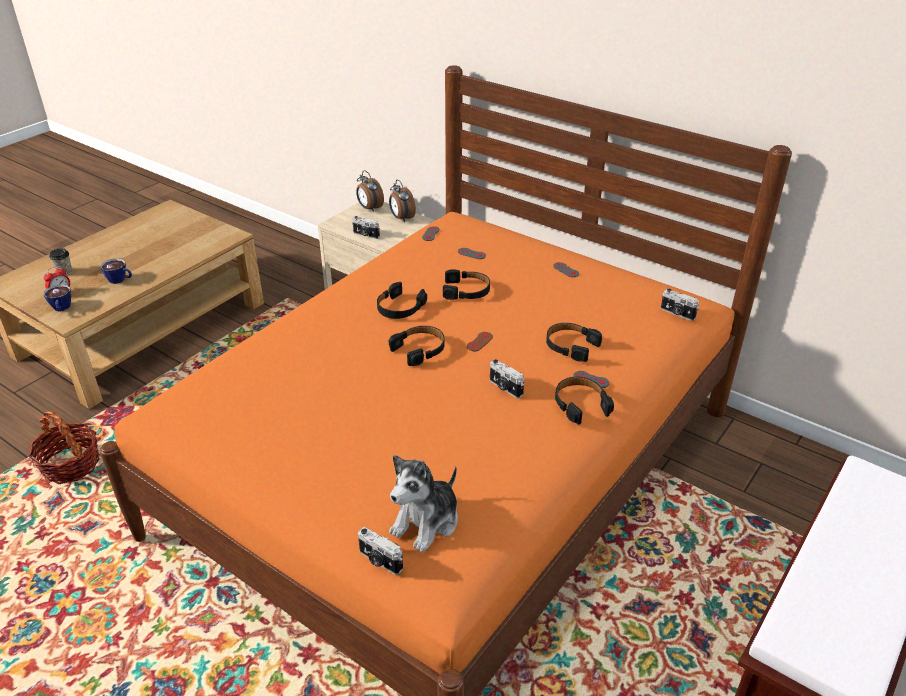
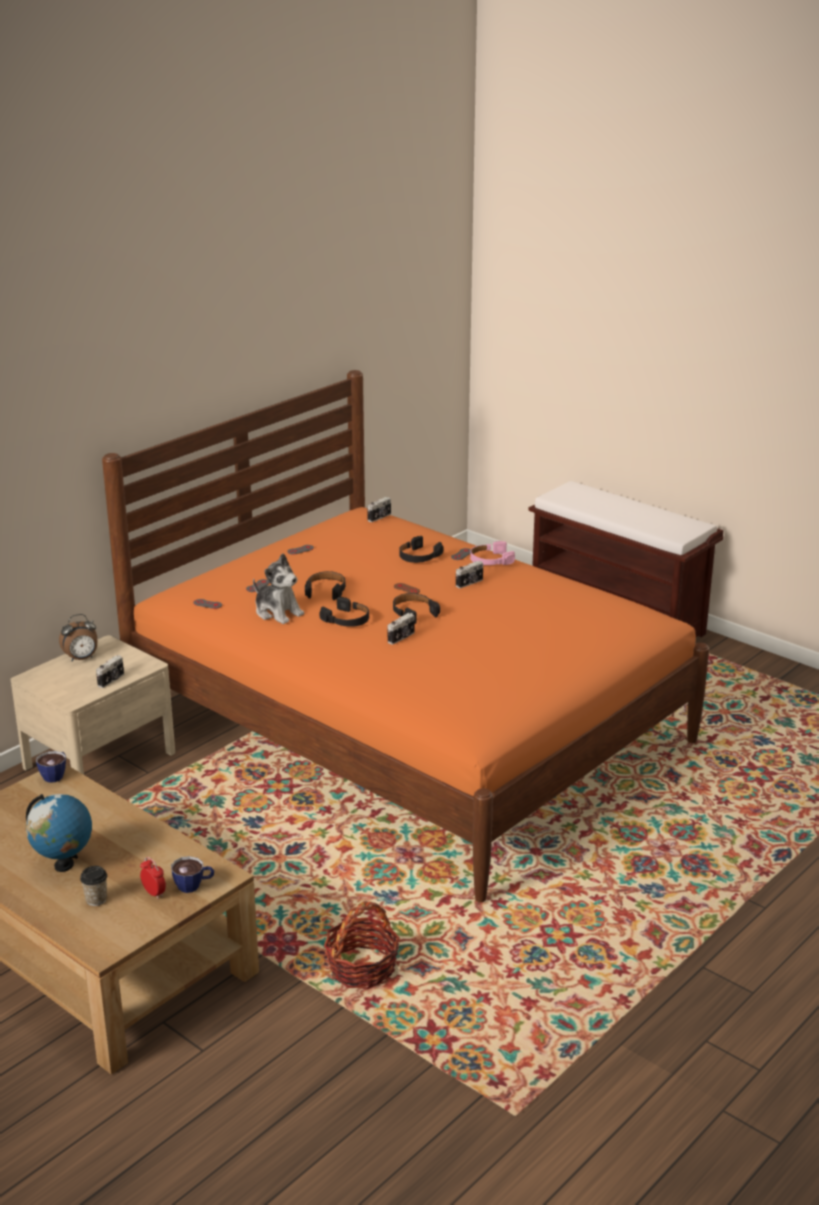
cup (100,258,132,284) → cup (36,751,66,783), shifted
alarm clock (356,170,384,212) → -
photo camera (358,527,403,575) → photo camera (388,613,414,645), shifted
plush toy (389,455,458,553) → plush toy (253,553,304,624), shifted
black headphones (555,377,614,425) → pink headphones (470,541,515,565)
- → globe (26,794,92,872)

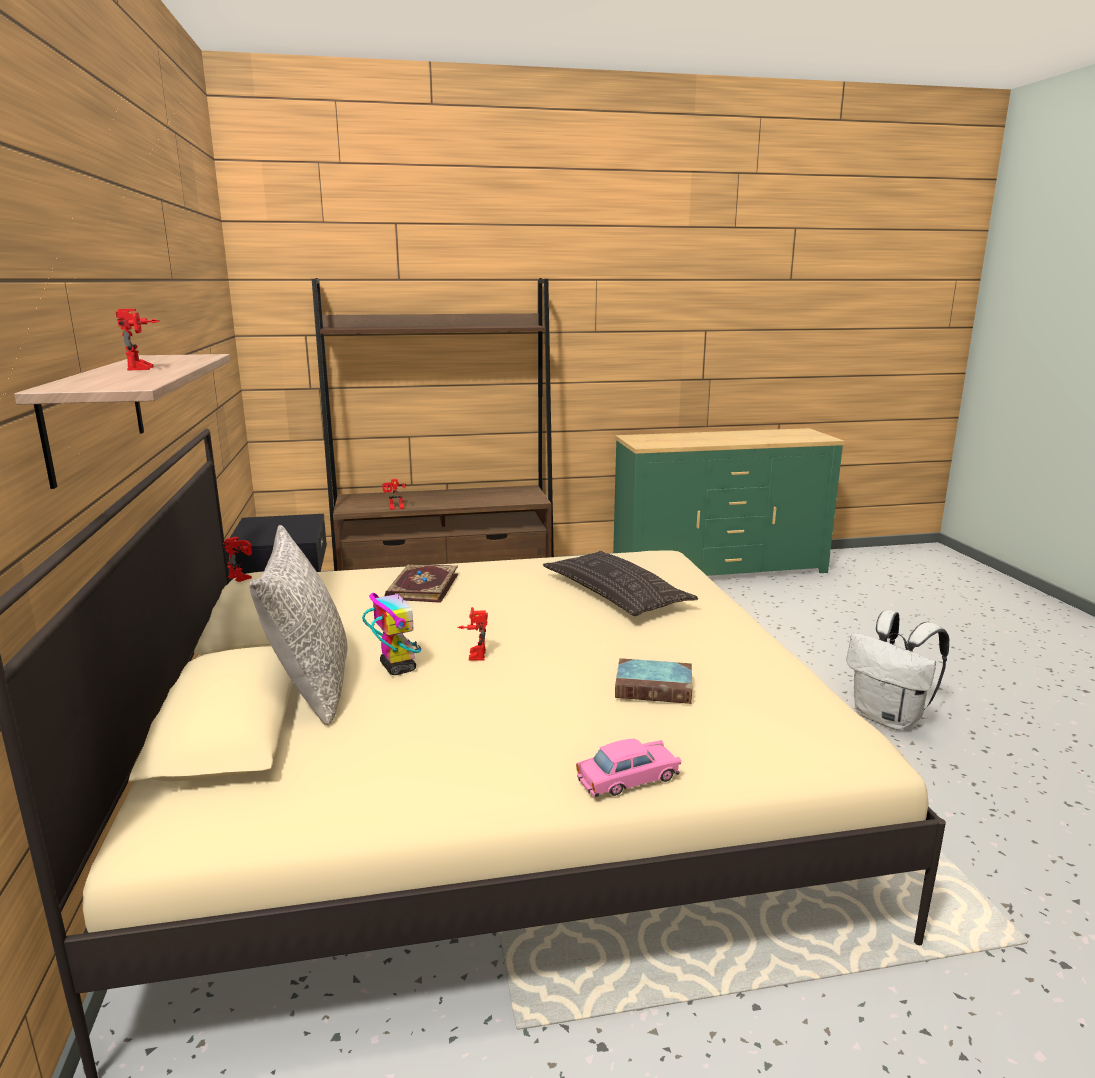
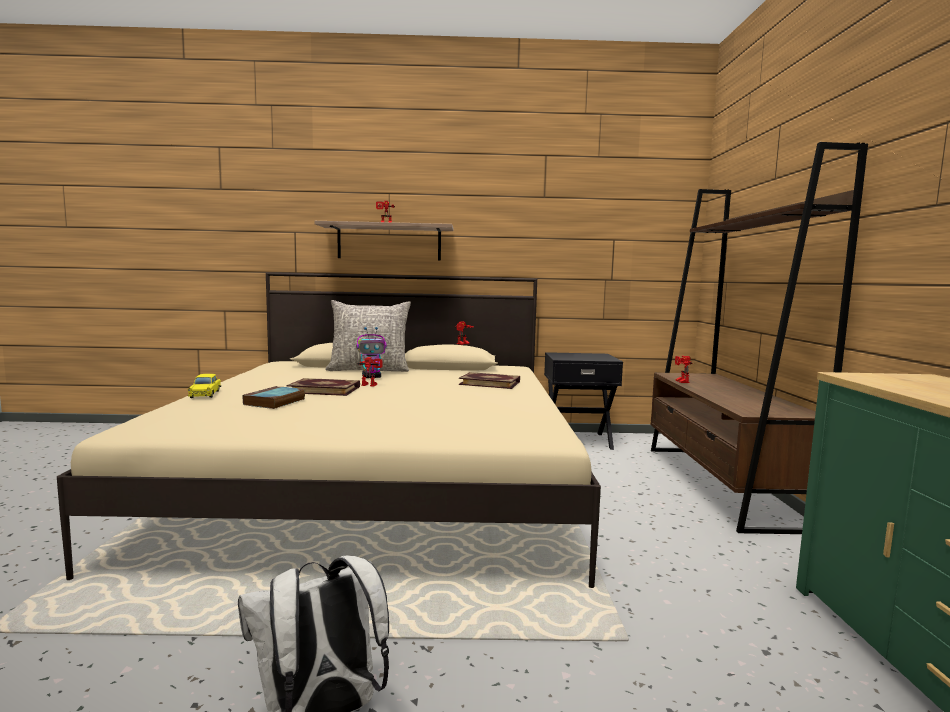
pillow (543,551,698,616) → -
pink toy car (576,739,681,797) → yellow toy car (188,374,221,398)
- → book (286,378,360,396)

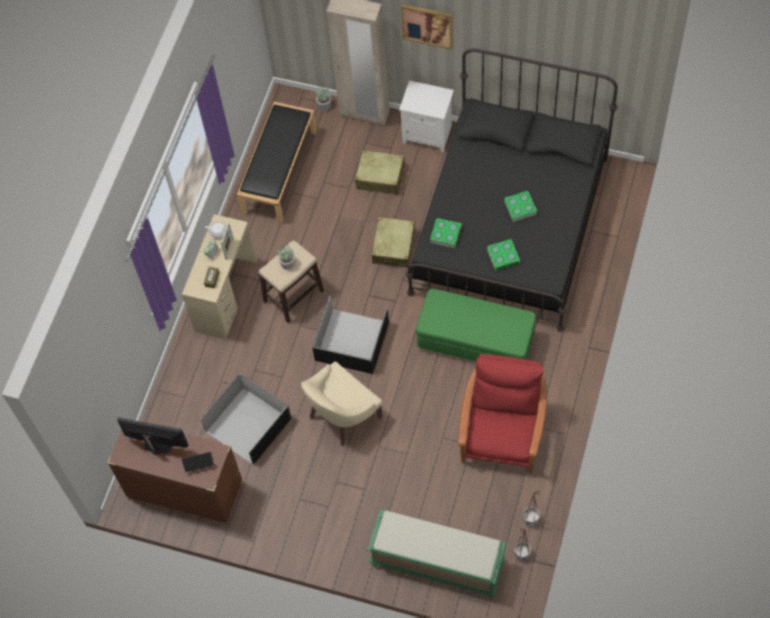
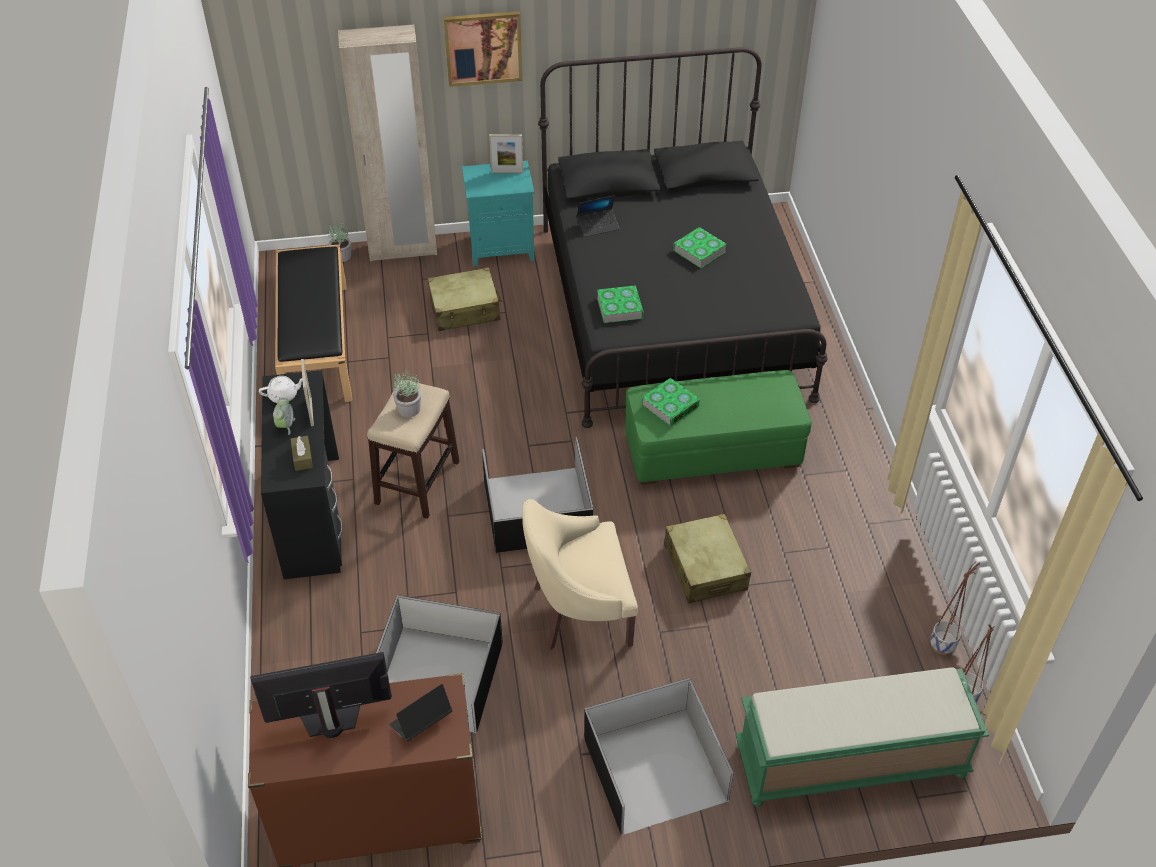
beige desk (182,214,257,339) → black desk (261,370,343,579)
beige armchair (301,361,383,446) → beige armchair (522,499,638,650), 60 degrees clockwise
beige suitcase (372,217,415,268) → beige suitcase (664,514,751,604), shifted
white nightstand (399,81,454,152) → turquoise nightstand (462,161,535,266)
red armchair (458,354,547,474) → -
book (487,239,520,271) → book (642,378,700,426), shifted
- → picture frame (489,134,523,173)
- → laptop (577,195,619,237)
- → black storage box (584,678,734,835)

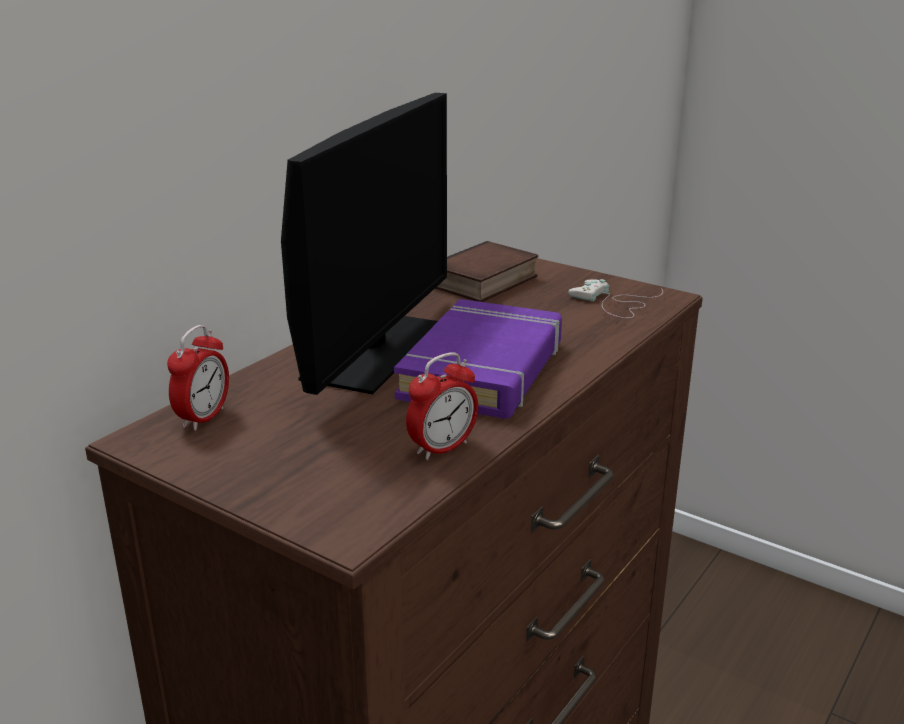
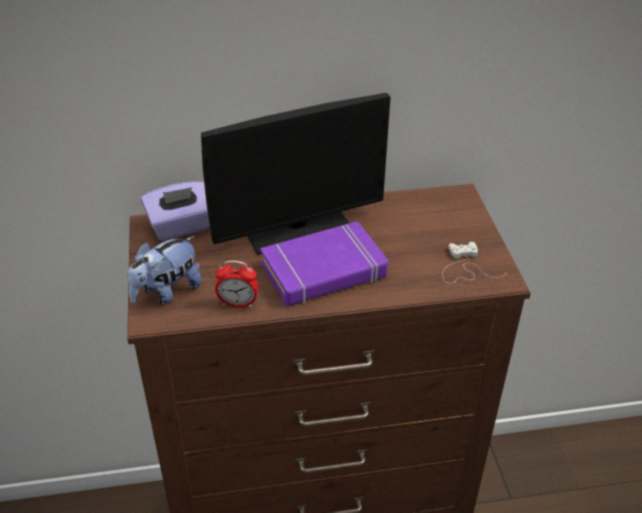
alarm clock (167,325,229,431) → purple tissue box (141,181,210,240)
book (435,241,538,302) → -
- → plush toy (128,236,202,305)

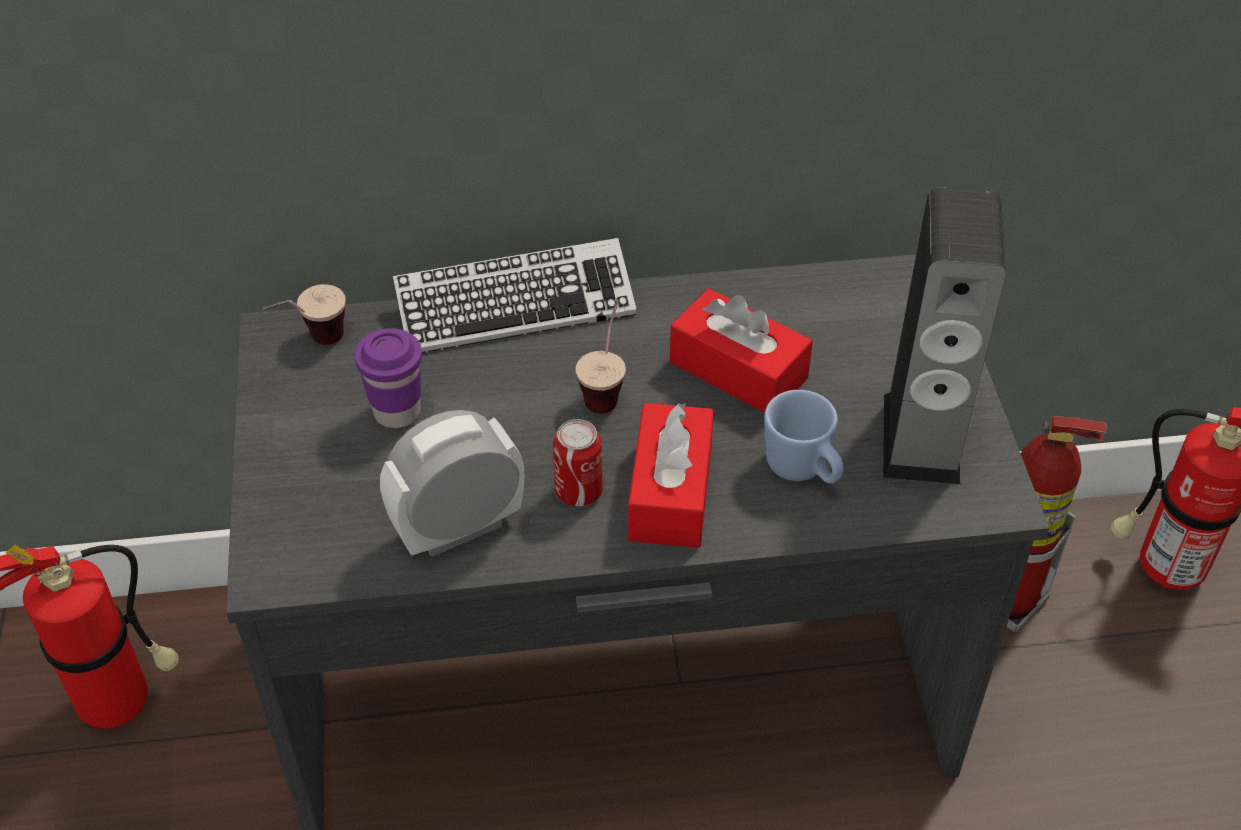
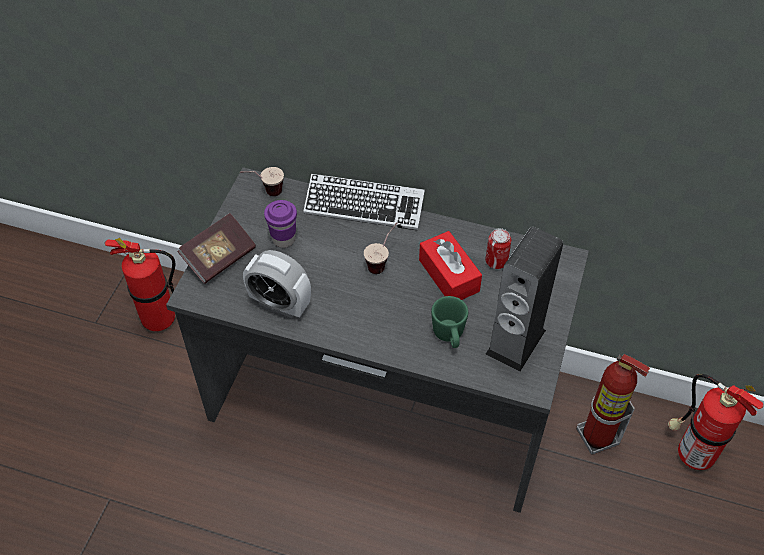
alarm clock (380,410,524,557) → alarm clock (243,250,311,318), 150 degrees counterclockwise
can (553,419,603,507) → can (485,228,511,269), shifted
red tissue box (628,402,714,548) → -
blue mug (764,390,843,484) → green mug (431,296,468,348)
- → book (177,213,256,284)

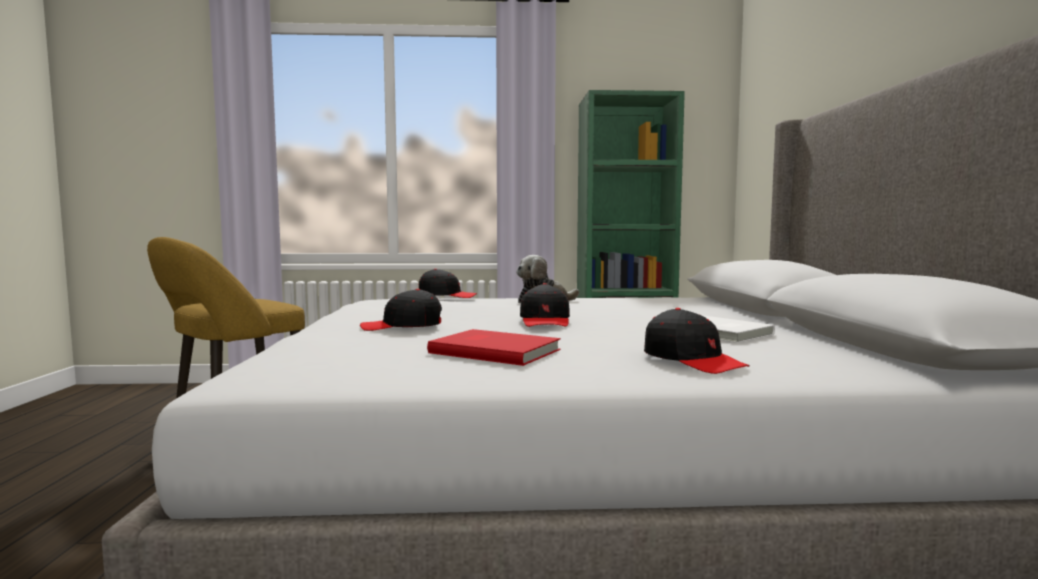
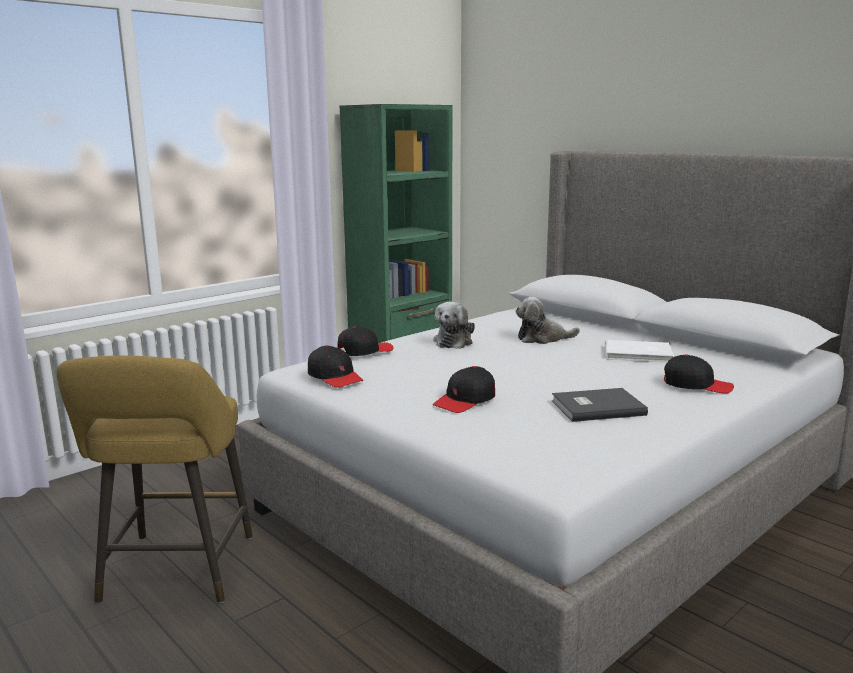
red book (427,329,561,366) → grey book (552,388,648,422)
black cap (520,283,570,327) → black cap (308,345,363,388), shifted
- → plush toy (515,297,580,344)

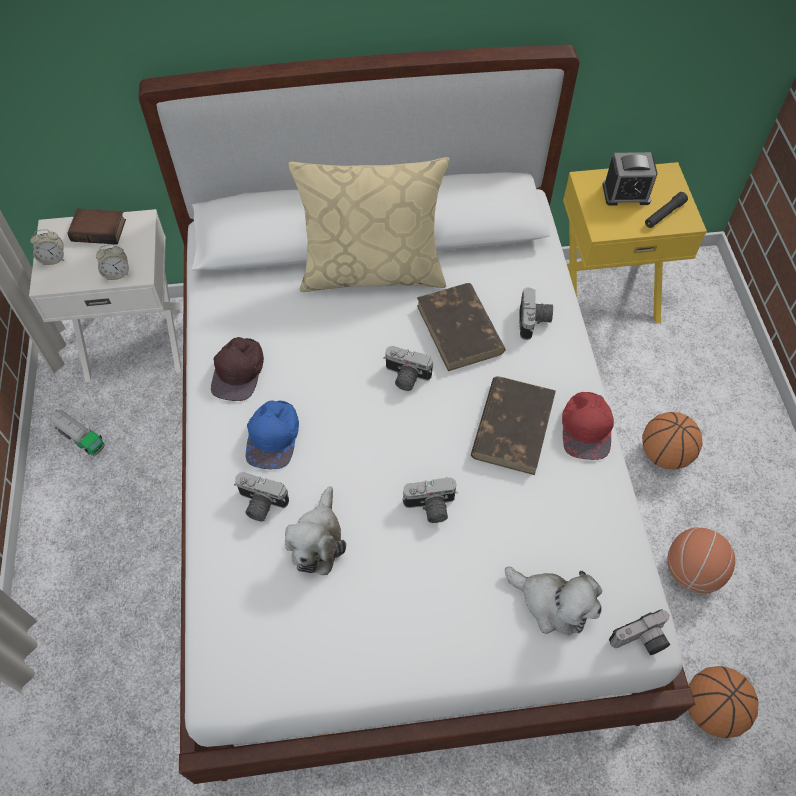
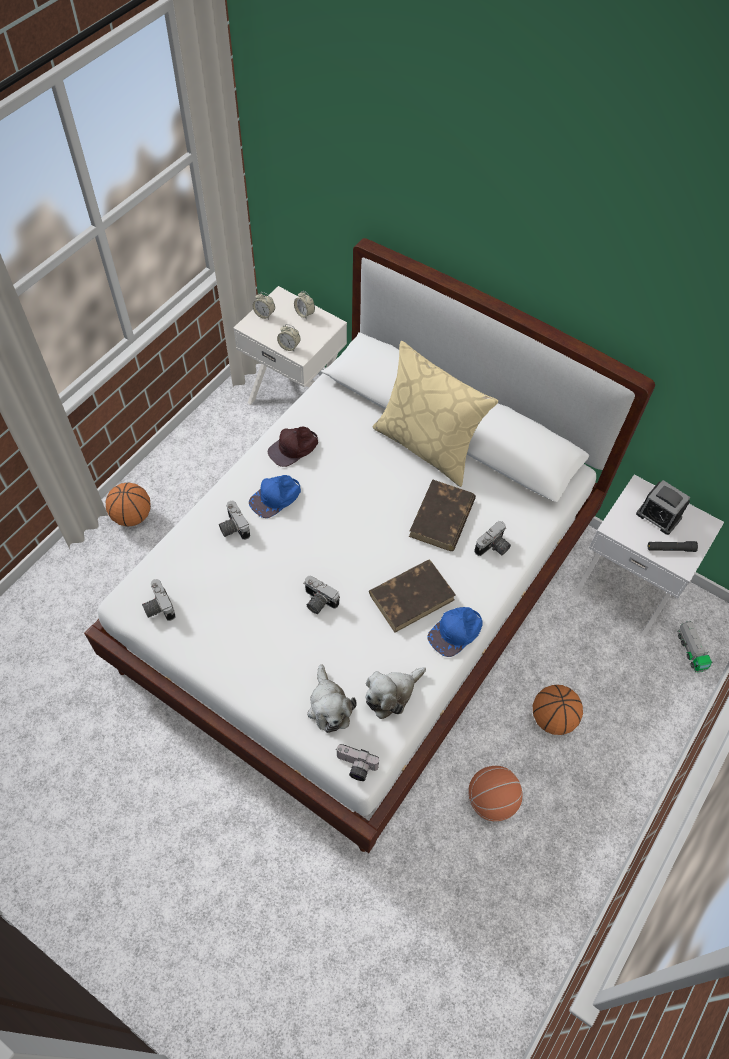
toy truck (51,410,105,456) → toy truck (677,621,712,672), shifted
book (68,208,126,244) → alarm clock (294,291,315,320)
plush toy (285,486,346,575) → plush toy (366,667,426,719), shifted
photo camera (383,346,433,391) → photo camera (142,579,176,621), shifted
red cap (562,392,614,460) → blue cap (427,607,483,657)
yellow nightstand (563,162,707,324) → white nightstand (573,475,724,636)
basketball (688,666,759,738) → basketball (106,483,151,527), shifted

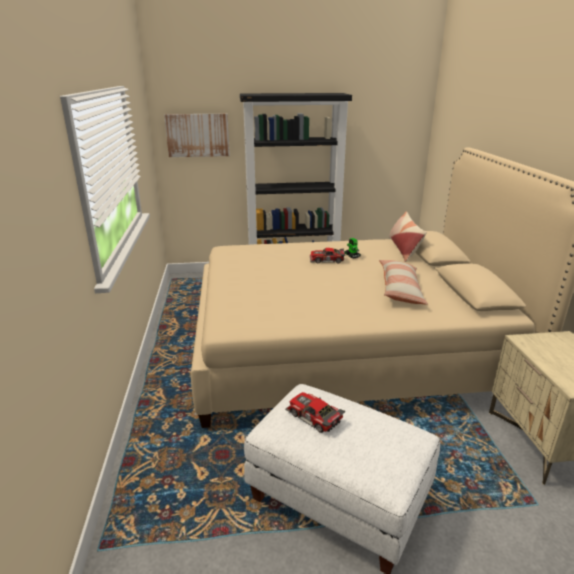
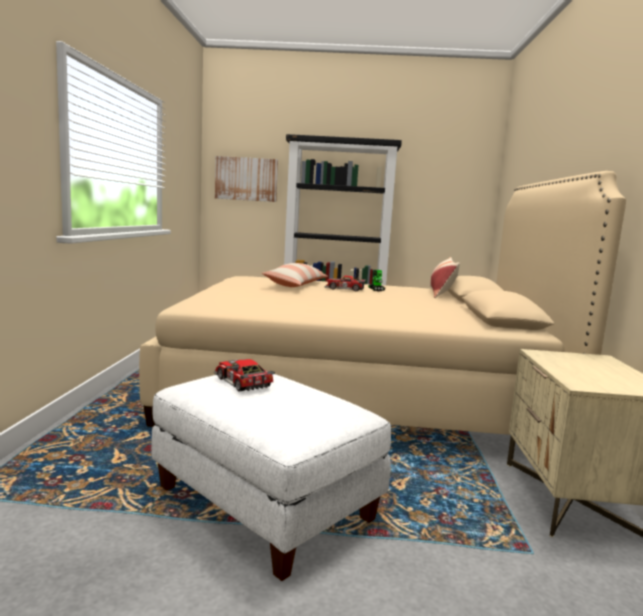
pillow (379,260,428,305) → pillow (262,263,328,287), shifted

